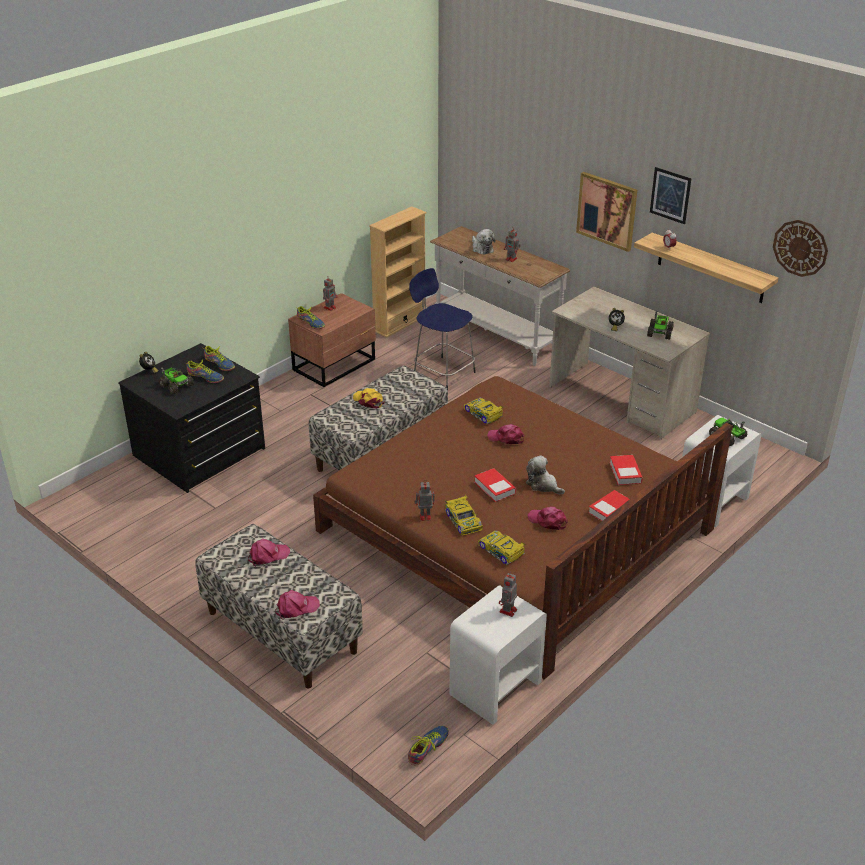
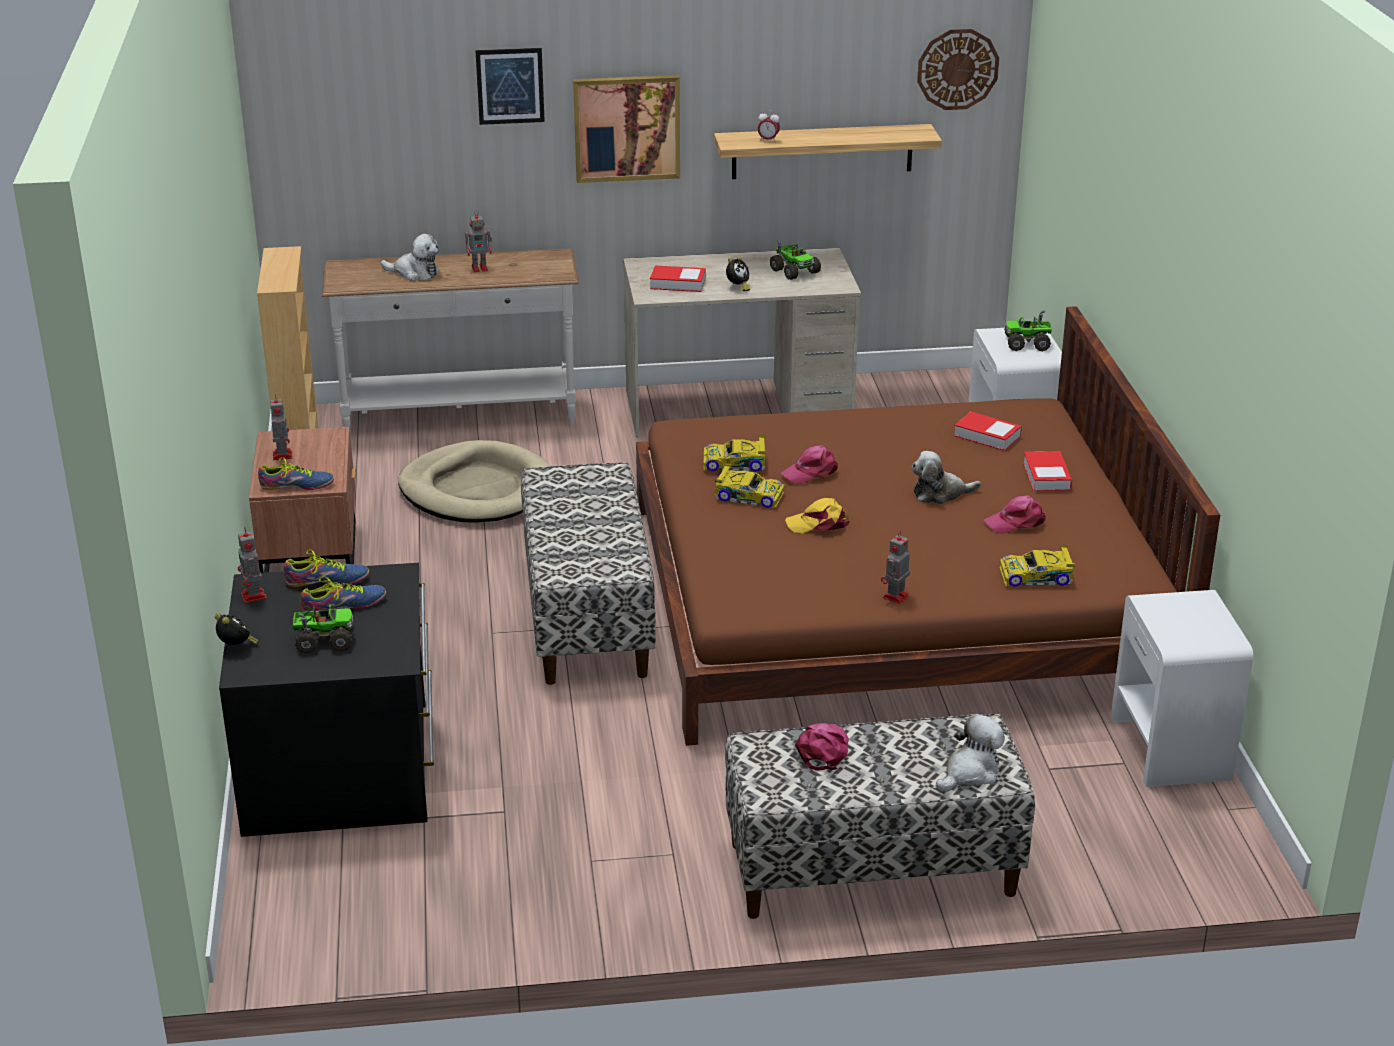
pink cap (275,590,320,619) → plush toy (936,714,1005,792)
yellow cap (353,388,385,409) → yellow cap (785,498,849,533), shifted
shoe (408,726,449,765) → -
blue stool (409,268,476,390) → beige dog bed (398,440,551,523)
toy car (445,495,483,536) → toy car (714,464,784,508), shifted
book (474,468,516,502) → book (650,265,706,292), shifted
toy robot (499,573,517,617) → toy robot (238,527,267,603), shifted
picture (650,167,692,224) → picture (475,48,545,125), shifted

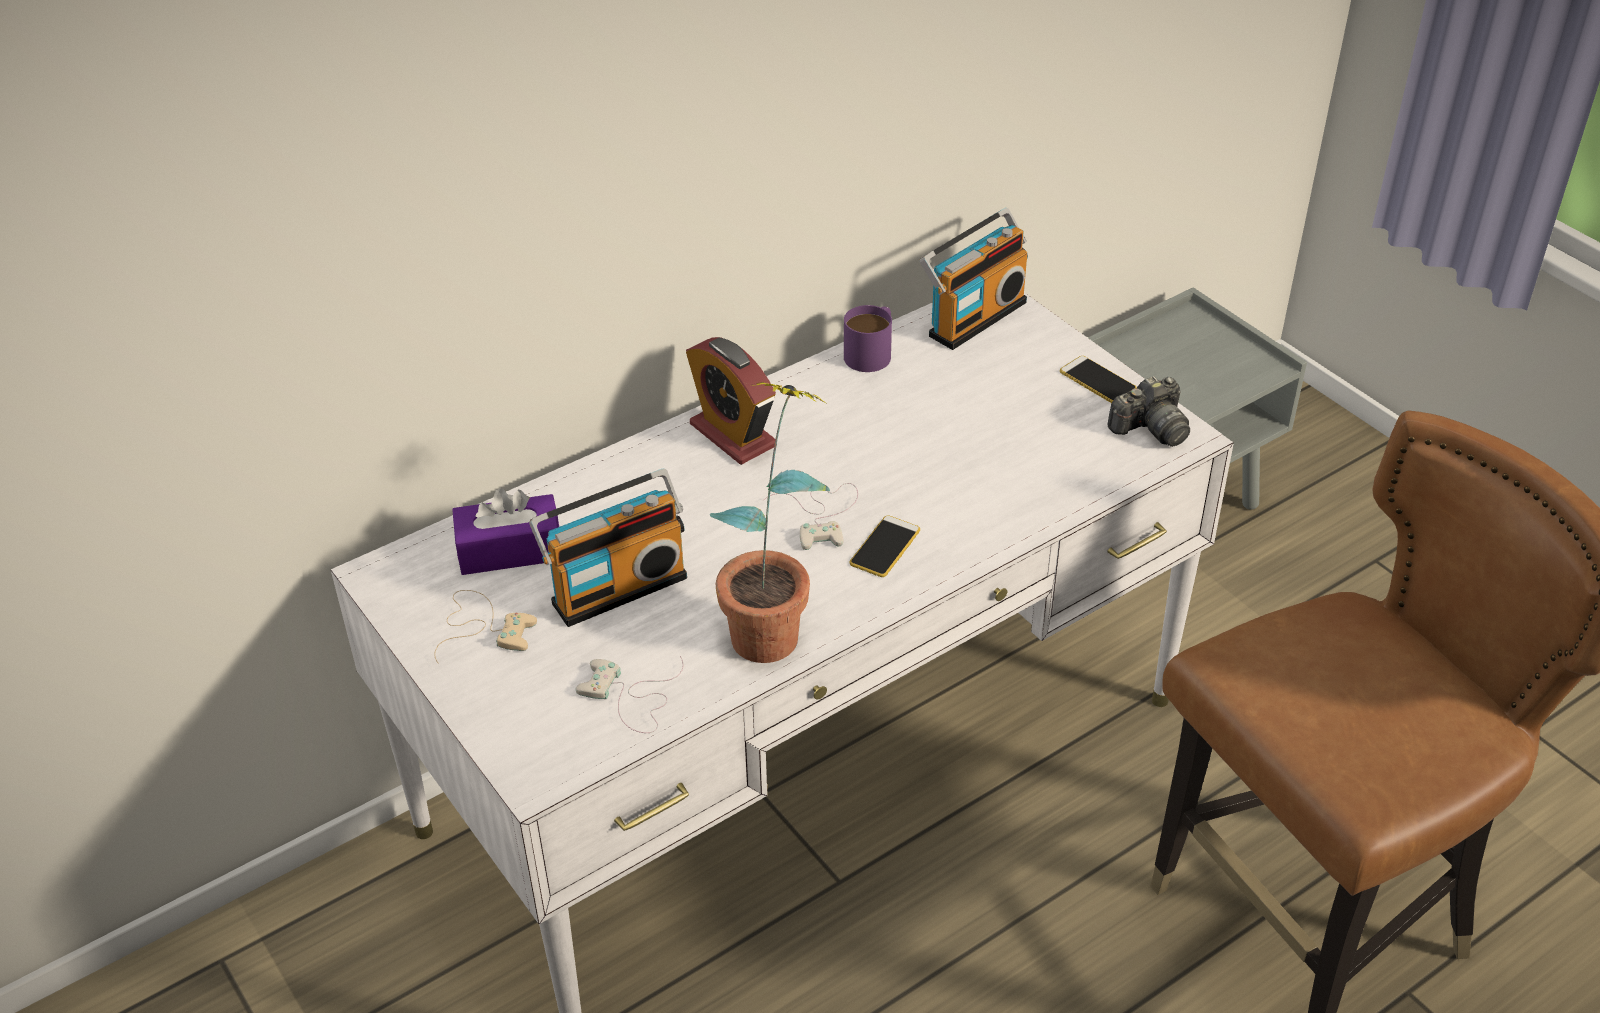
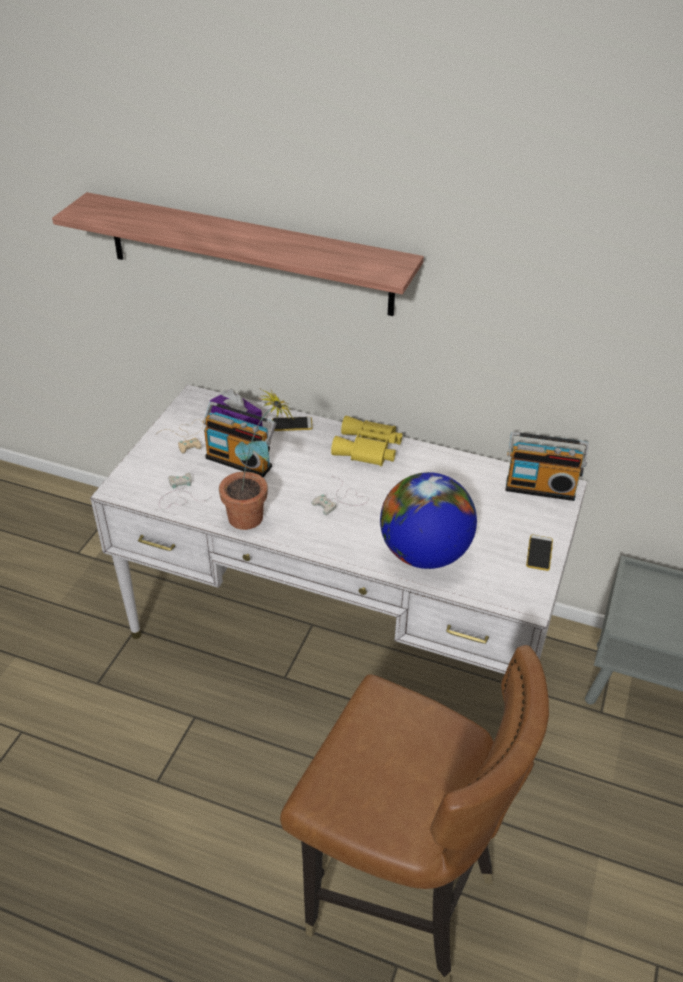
alarm clock (686,337,776,465) → yellow binoculars (331,416,402,466)
purple mug (844,305,892,372) → -
phone (849,515,920,577) → phone (272,417,313,431), shifted
photo camera (1107,376,1190,447) → -
- → shelf (52,192,424,316)
- → globe (380,472,477,569)

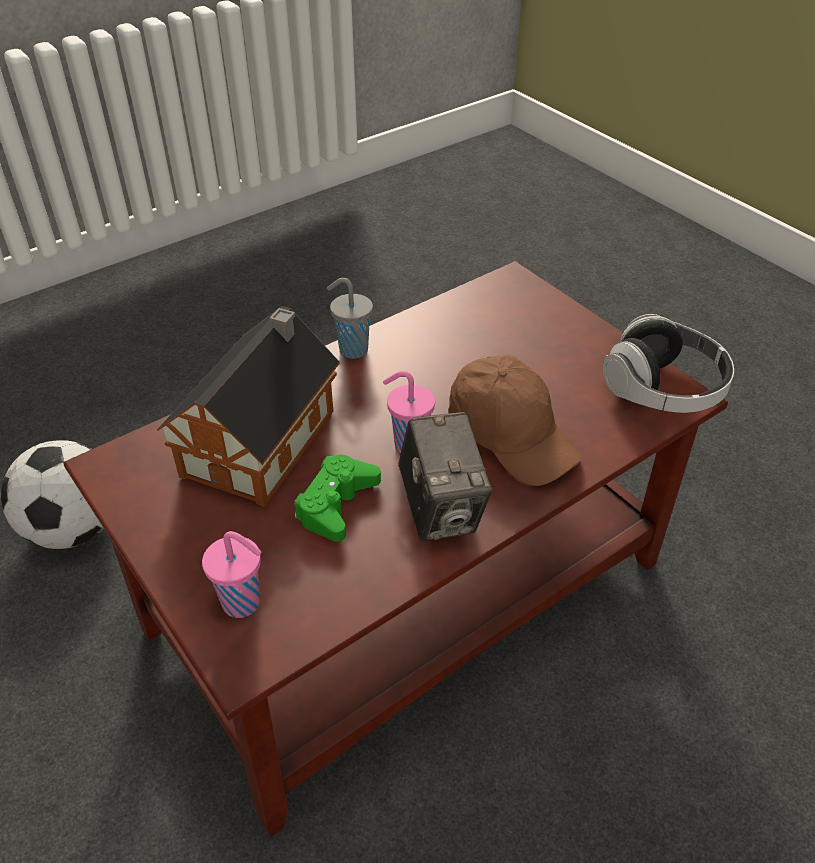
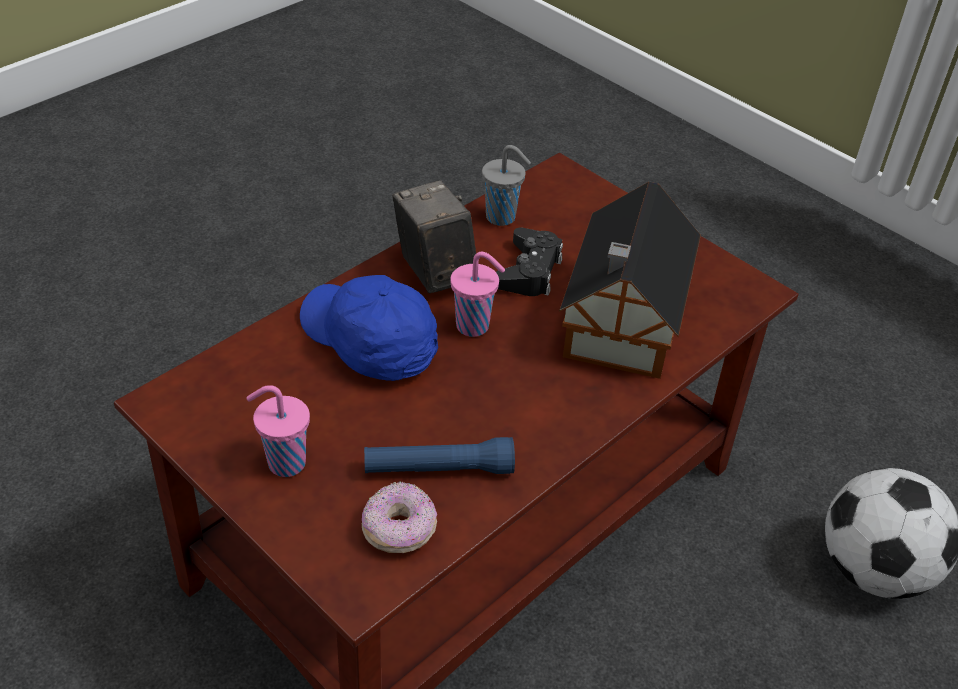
pink cup (202,531,261,618) → pink cup (247,385,310,477), shifted
green game controller (294,454,381,542) → black game controller (496,228,563,296)
grey cup (327,278,373,359) → grey cup (482,145,531,226), shifted
brown cap (448,354,582,486) → blue cap (300,275,438,381)
headphones (603,314,734,413) → -
- → donut (362,481,437,553)
- → blue flashlight (364,437,515,474)

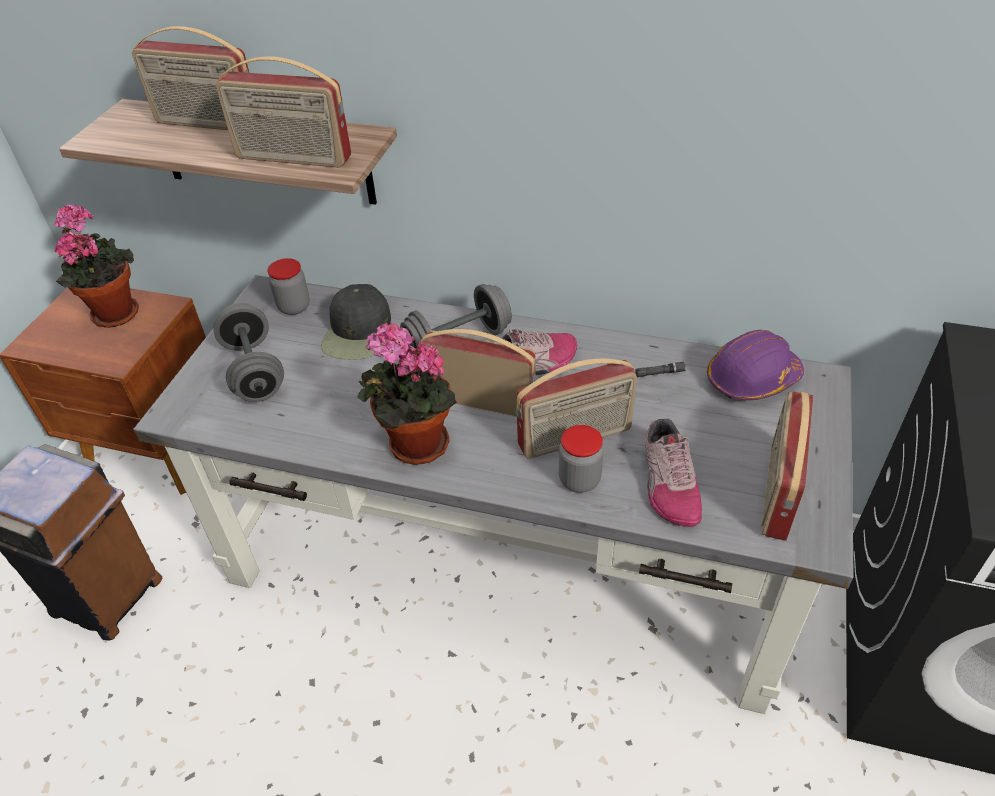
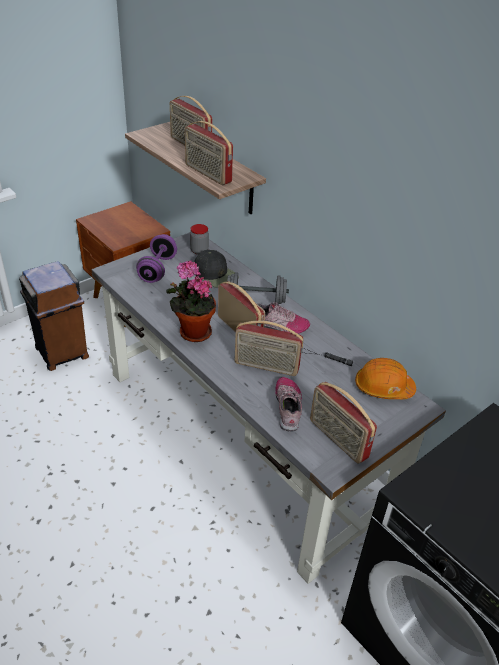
potted plant (54,204,139,328) → -
grey dumbbell (213,303,284,402) → purple dumbbell (136,234,177,283)
black cap (321,284,391,360) → black cap (194,250,239,288), 90 degrees counterclockwise
jar (559,425,604,493) → -
shoe (645,418,702,527) → shoe (275,377,302,432), 150 degrees clockwise
purple hard hat (707,330,804,400) → orange hard hat (355,358,416,399)
radio (761,392,813,541) → radio (310,382,377,464), 90 degrees counterclockwise

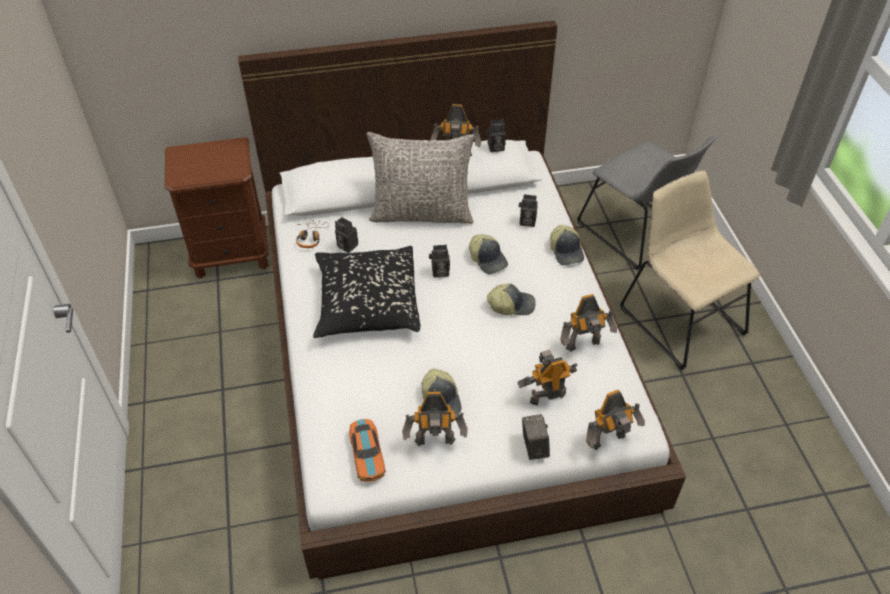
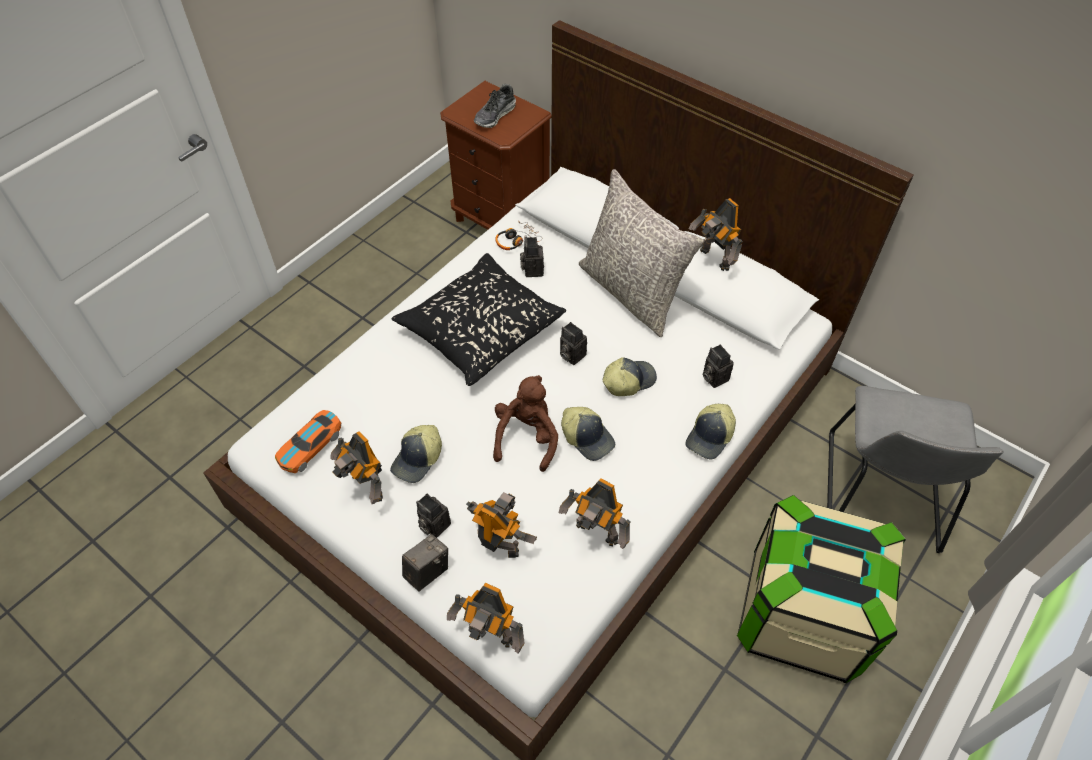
cap (469,234,508,274) → cap (603,357,657,396), 135 degrees counterclockwise
photo camera (486,119,506,152) → photo camera (416,494,451,538), shifted
beige chair (620,170,760,370) → storage box (737,495,906,683)
- → shoe (474,84,516,128)
- → brown plush toy (493,375,558,472)

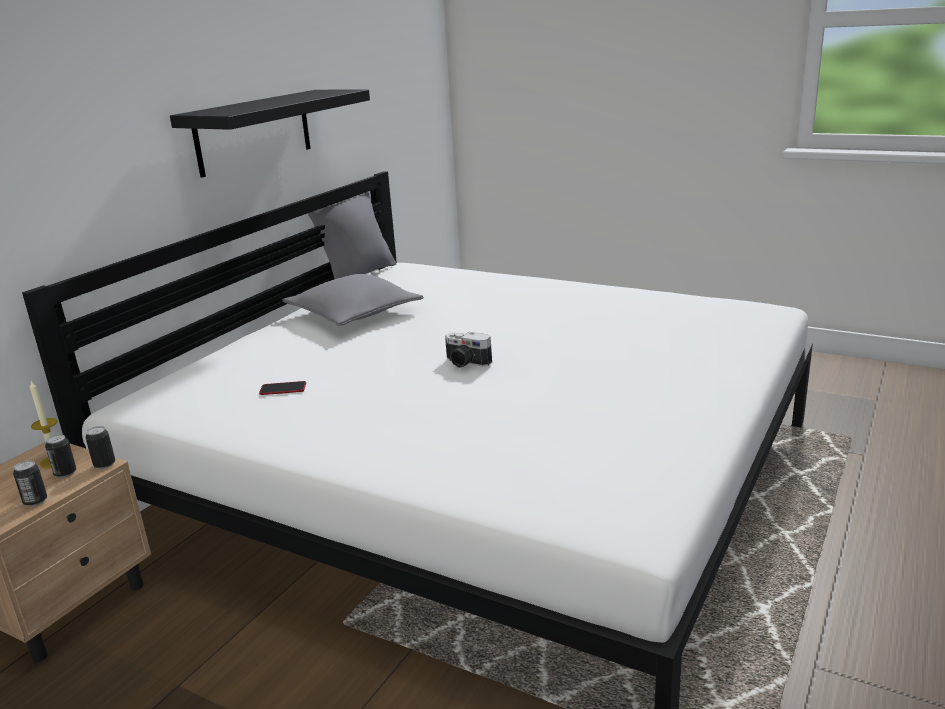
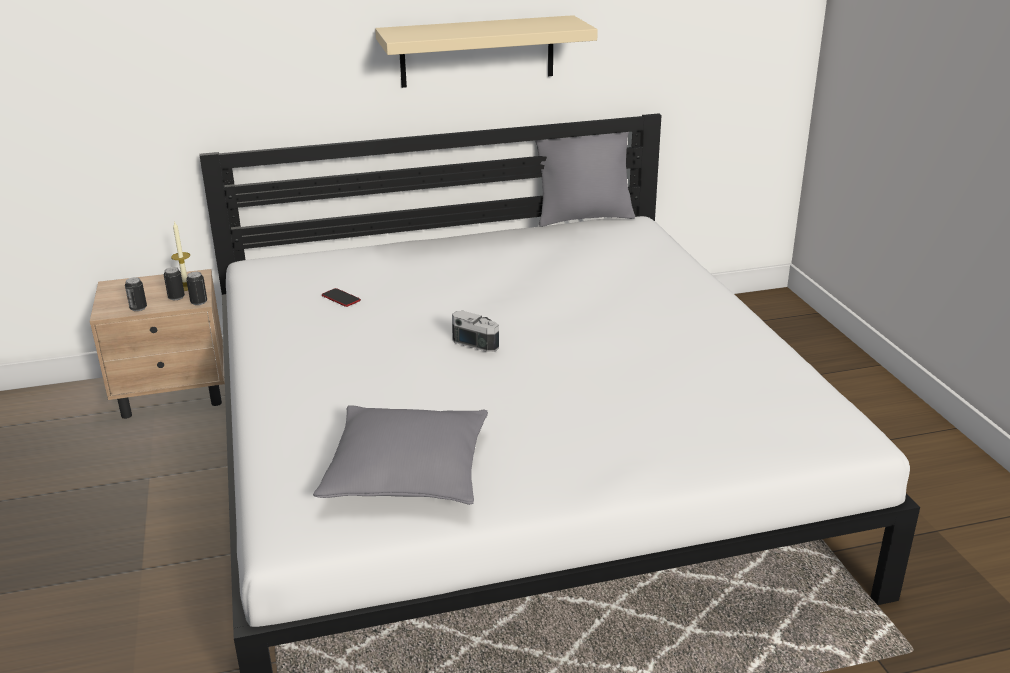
black shelf (170,89,370,178) → beige shelf (375,15,598,88)
grey pillow (282,274,424,326) → grey pillow (313,405,488,505), shifted
photo camera (445,332,492,368) → photo camera (452,311,499,352), 135 degrees clockwise

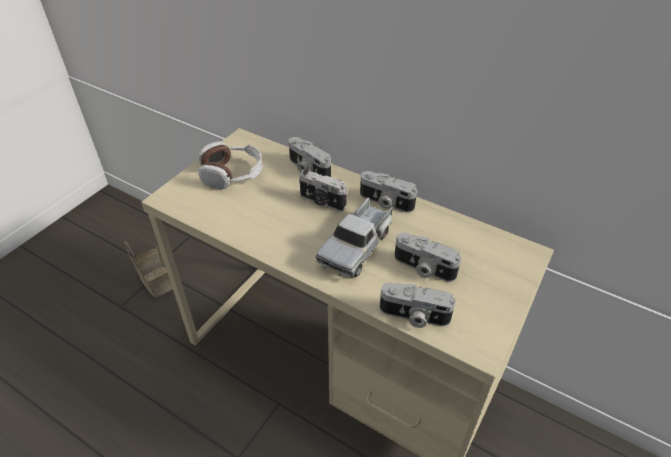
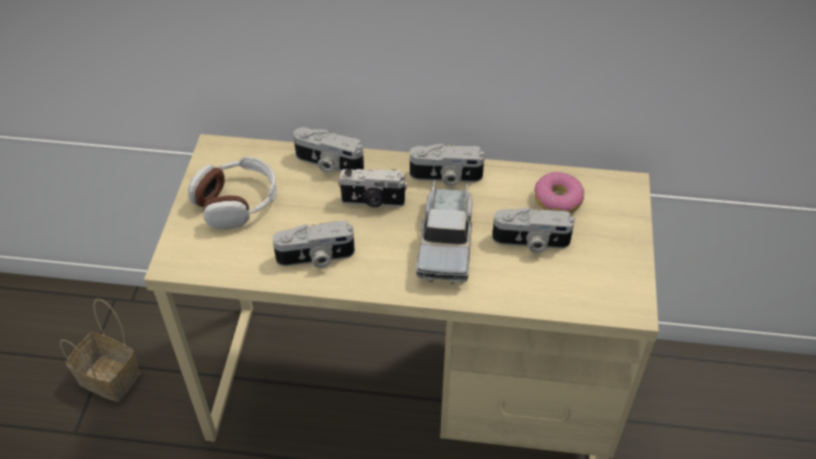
photo camera (380,283,456,328) → photo camera (272,221,355,268), shifted
- → donut (534,172,584,213)

